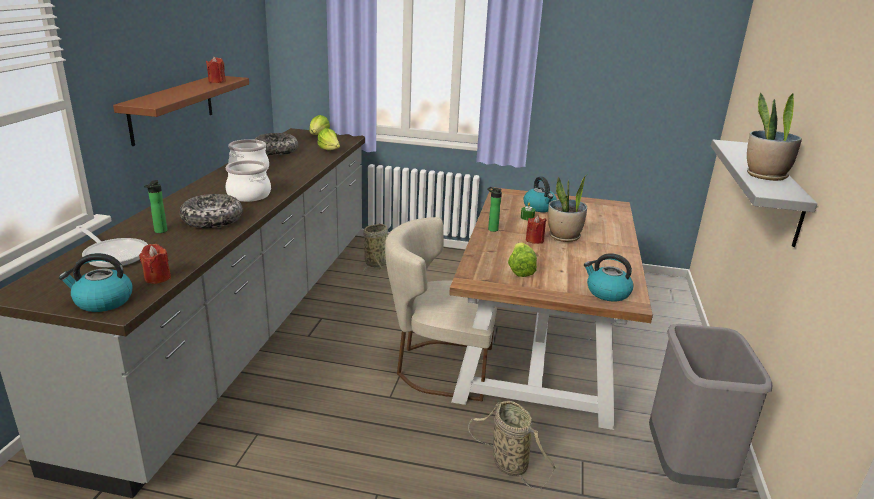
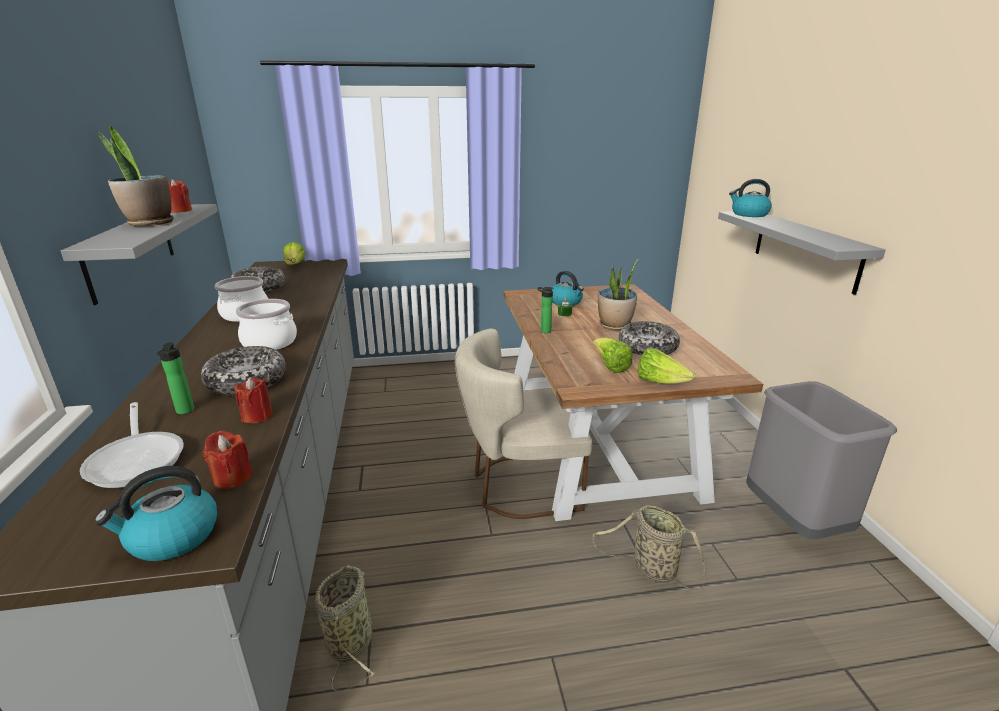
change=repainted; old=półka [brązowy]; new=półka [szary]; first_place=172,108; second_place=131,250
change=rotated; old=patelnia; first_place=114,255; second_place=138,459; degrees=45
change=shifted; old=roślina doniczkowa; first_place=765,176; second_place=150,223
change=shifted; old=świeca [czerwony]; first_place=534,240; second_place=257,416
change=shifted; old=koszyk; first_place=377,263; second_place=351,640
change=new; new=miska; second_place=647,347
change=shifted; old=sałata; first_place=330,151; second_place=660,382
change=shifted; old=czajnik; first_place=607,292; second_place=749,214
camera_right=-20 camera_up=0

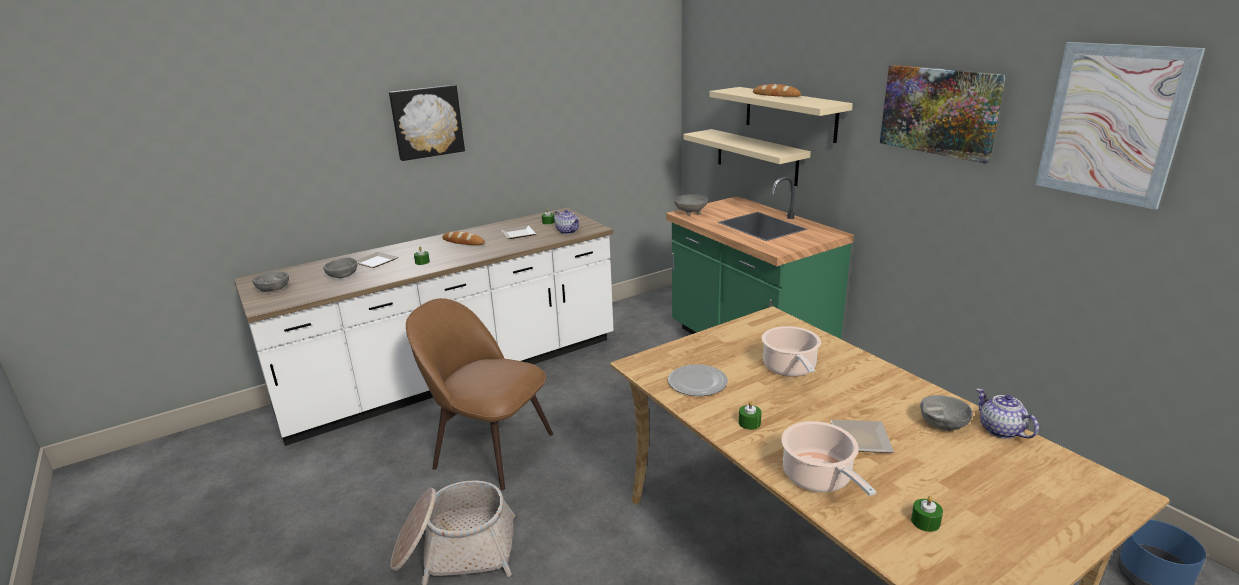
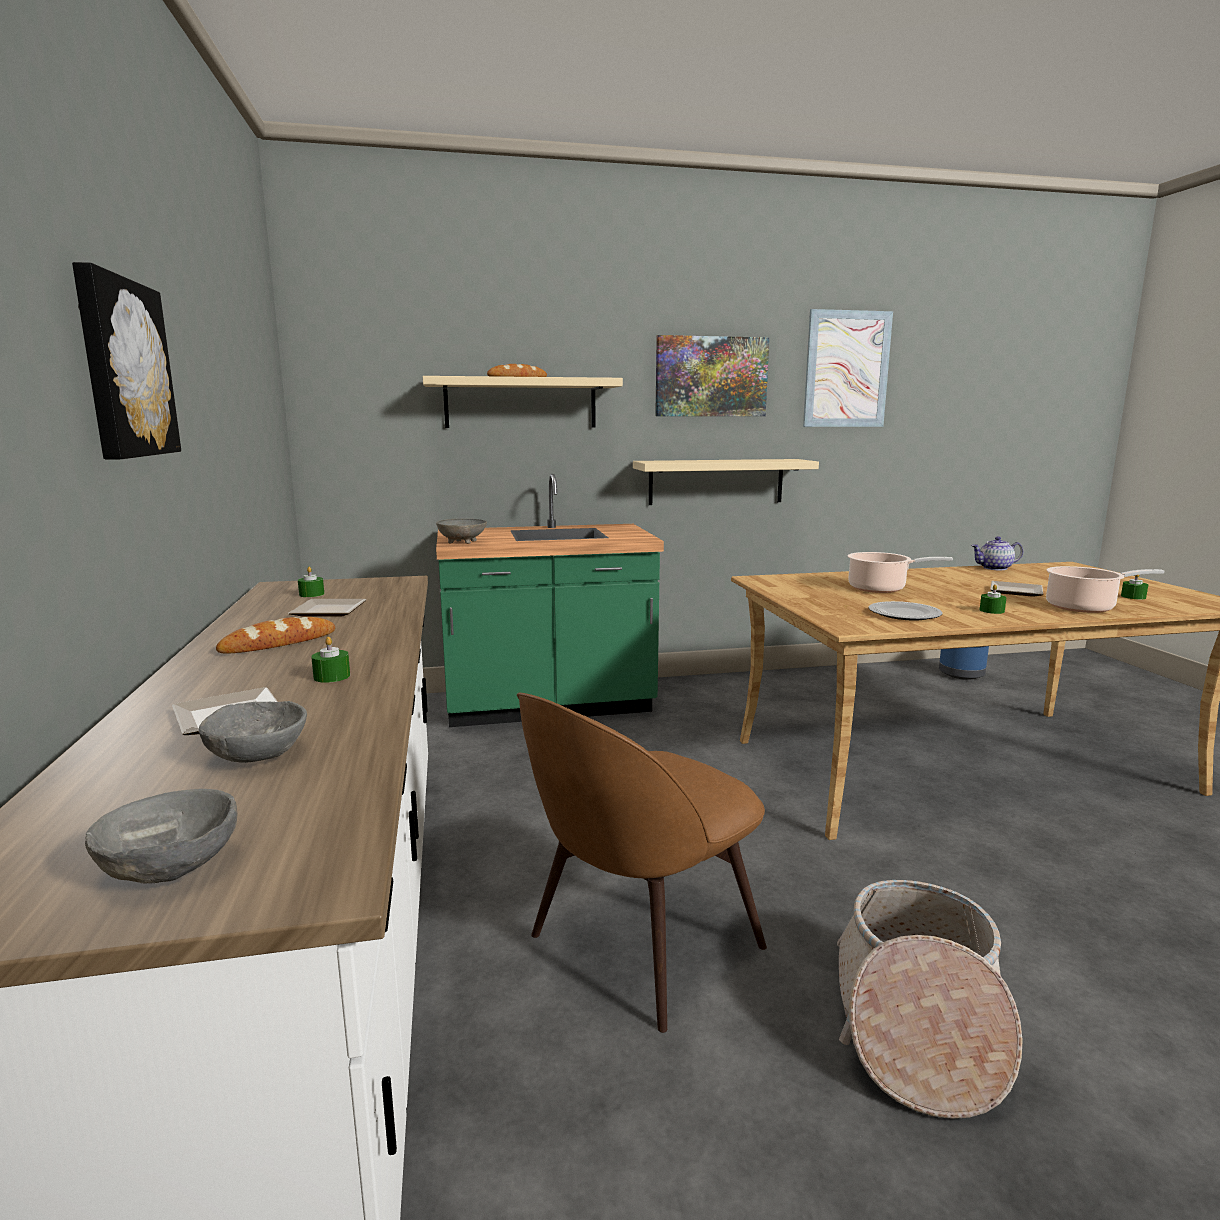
change=shifted; old=półka [beżowy]; first_place=756,156; second_place=716,481
change=gone; old=imbryk; first_place=568,231
change=gone; old=miska [szary]; first_place=943,424
camera_right=-70 camera_up=-10

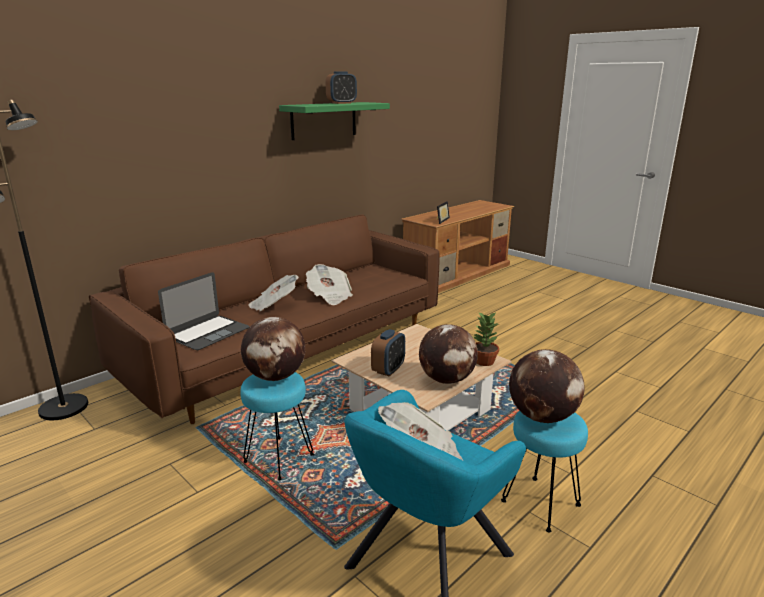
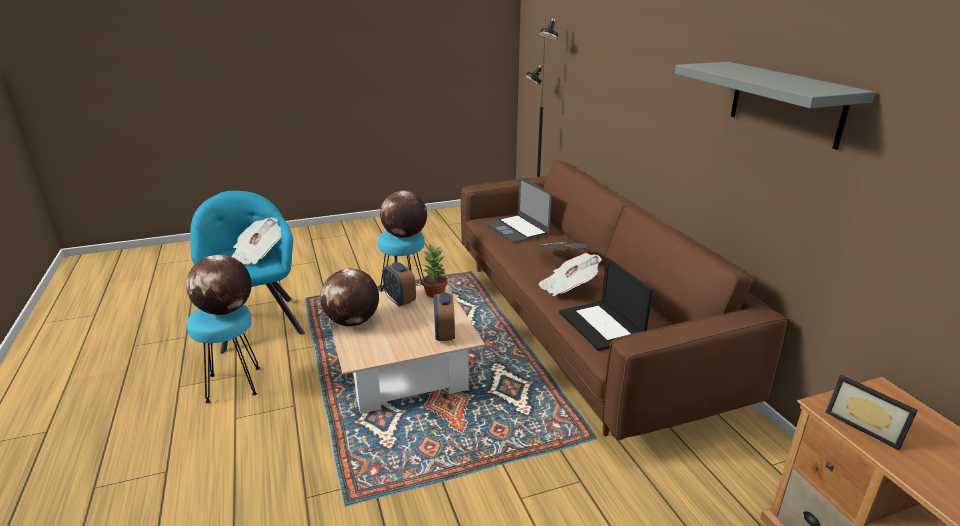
change=shifted; old=roślina doniczkowa; first_place=483,361; second_place=435,293
change=shifted; old=budzik; first_place=341,103; second_place=444,334
change=new; new=laptop; second_place=602,325
change=repainted; old=półka [zielony]; new=półka [szary]; first_place=324,120; second_place=786,103
camera_right=115 camera_up=5

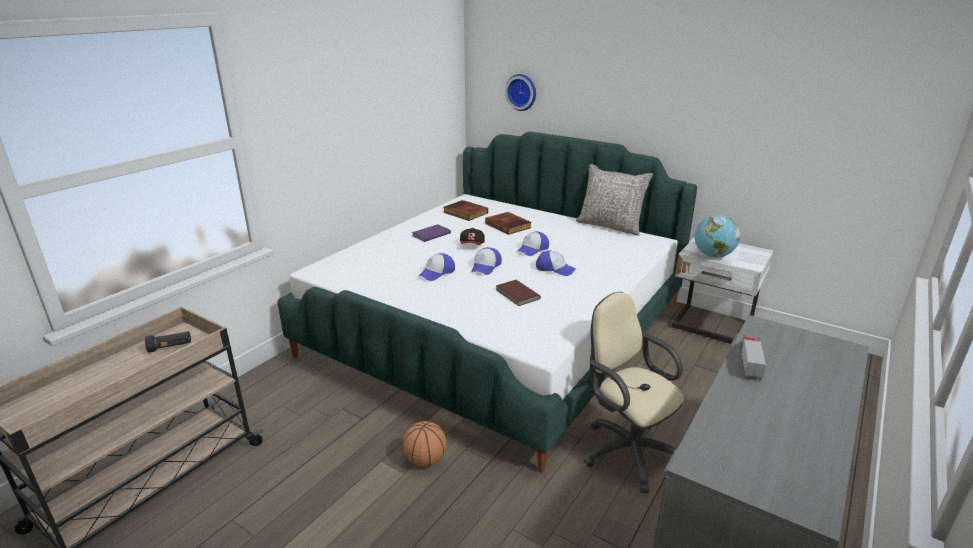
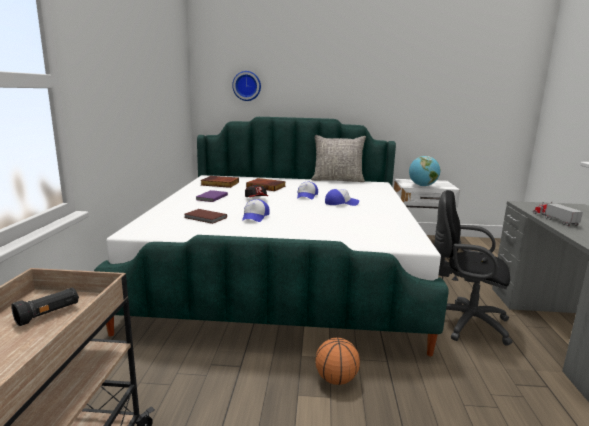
change=shifted; old=książka [brązowy]; first_place=517,294; second_place=205,218
change=repainted; old=krzesło biurowe [beżowy]; new=krzesło biurowe [czarny]; first_place=626,450; second_place=464,322
change=gone; old=czapka z daszkiem; first_place=486,267
camera_right=-30 camera_up=-10

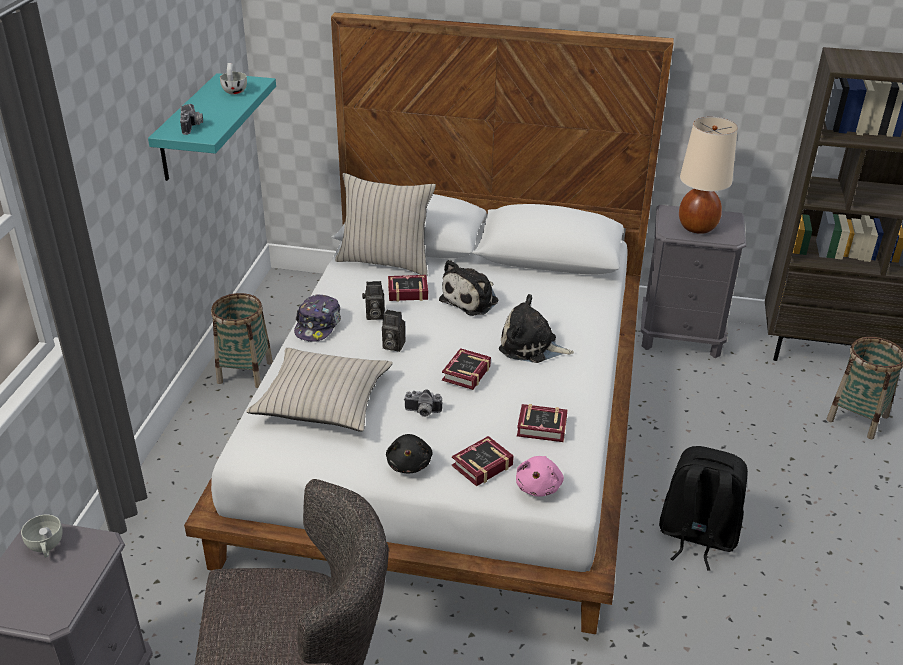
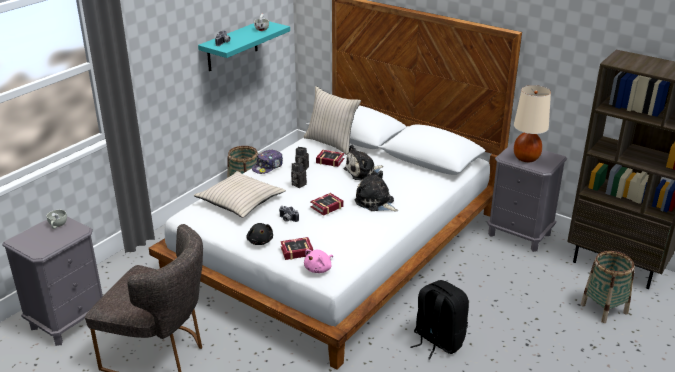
change=rotated; old=pluszak [czarny]; first_place=409,464; second_place=260,241; degrees=-45
change=gone; old=książka; first_place=544,428
camera_right=25 camera_up=-5

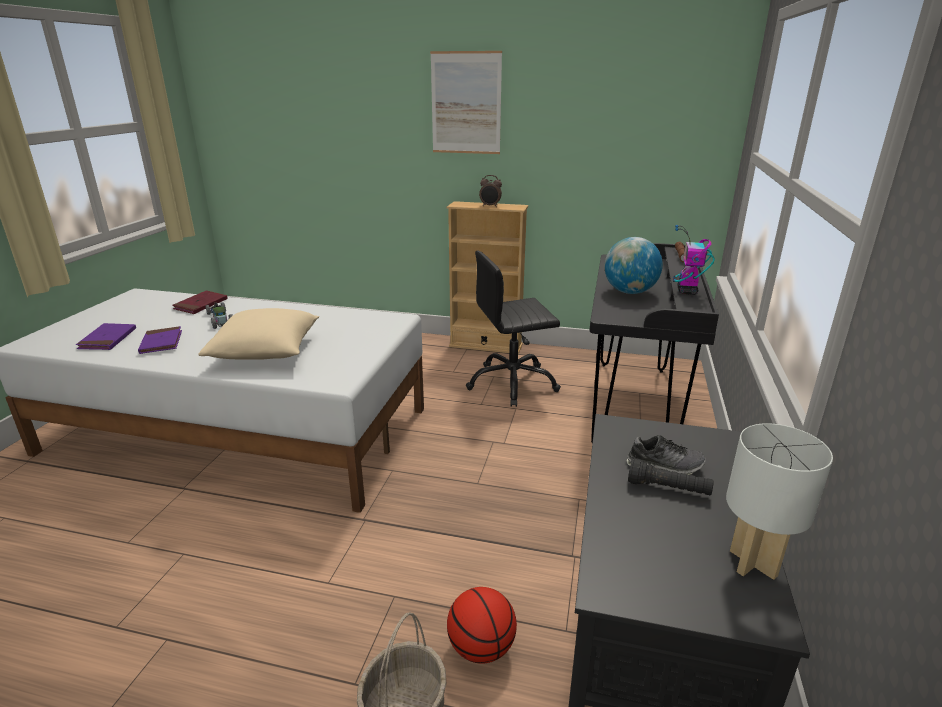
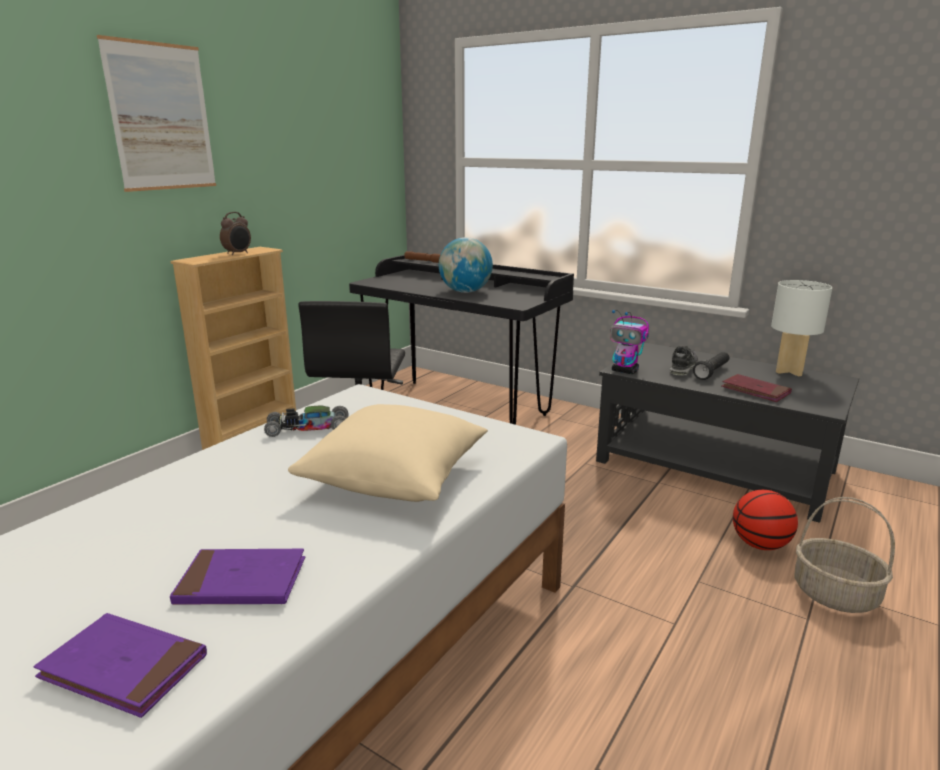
change=shifted; old=samochodzik; first_place=220,319; second_place=308,429
change=shifted; old=robot zabawkowy; first_place=687,291; second_place=625,371
change=shifted; old=książka [czerwony]; first_place=201,305; second_place=755,391
camera_right=-70 camera_up=-5

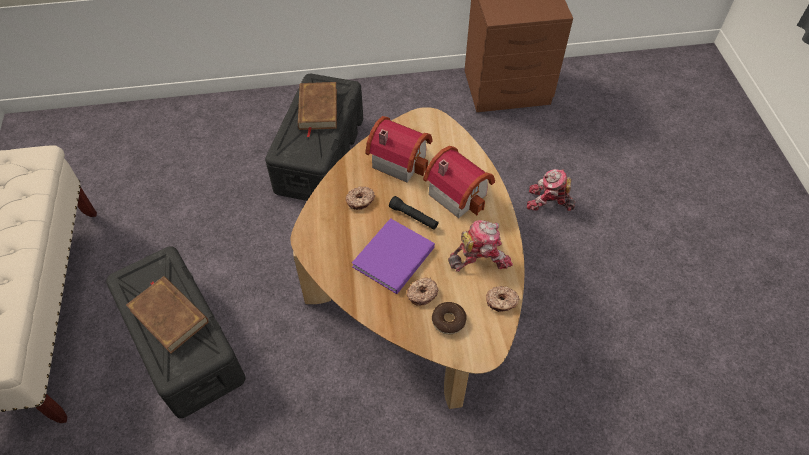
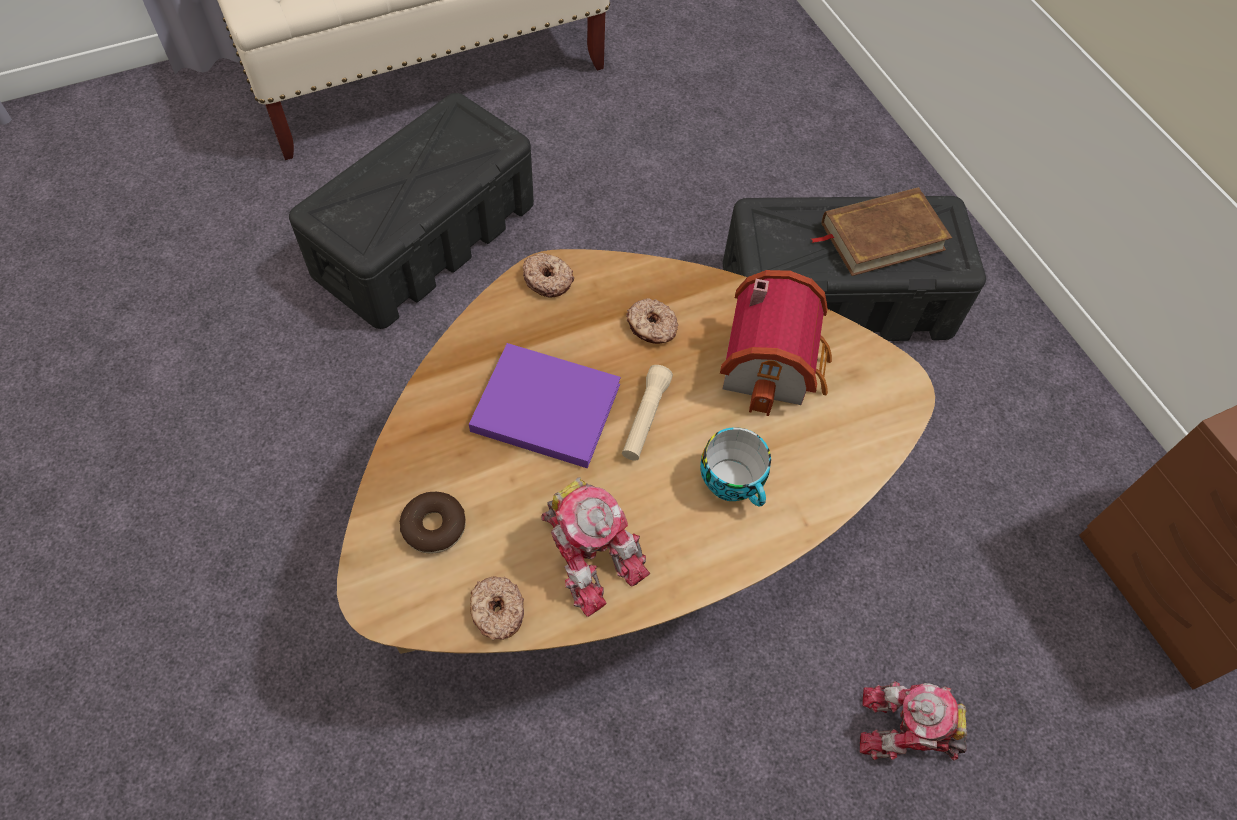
change=shifted; old=donut; first_place=422,293; second_place=548,279
change=repainted; old=latarka [czarny]; new=latarka [beżowy]; first_place=413,217; second_place=645,419
change=swapped; old=domek; new=filiżanka; first_place=459,192; second_place=734,482
change=rotated; old=robot zabawkowy; first_place=548,202; second_place=907,732; degrees=-75
change=gone; old=książka [brązowy]; first_place=169,315
camera_right=70 camera_up=5

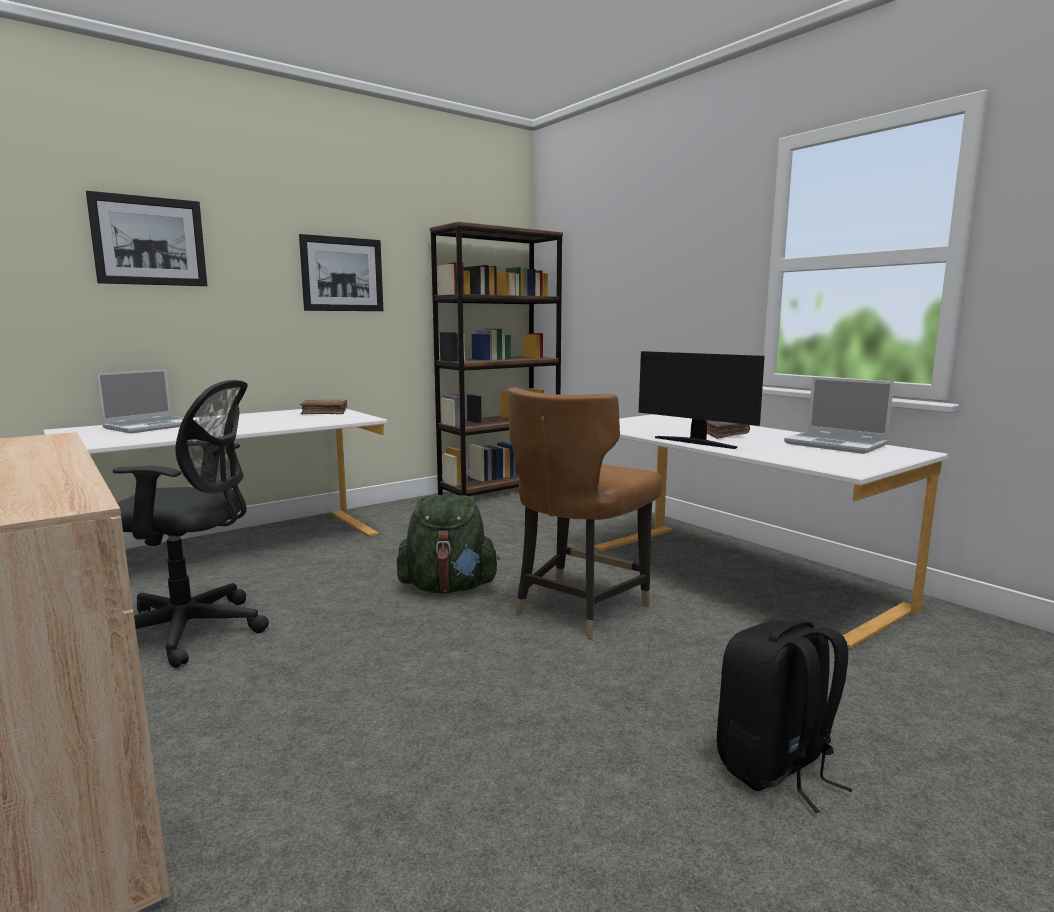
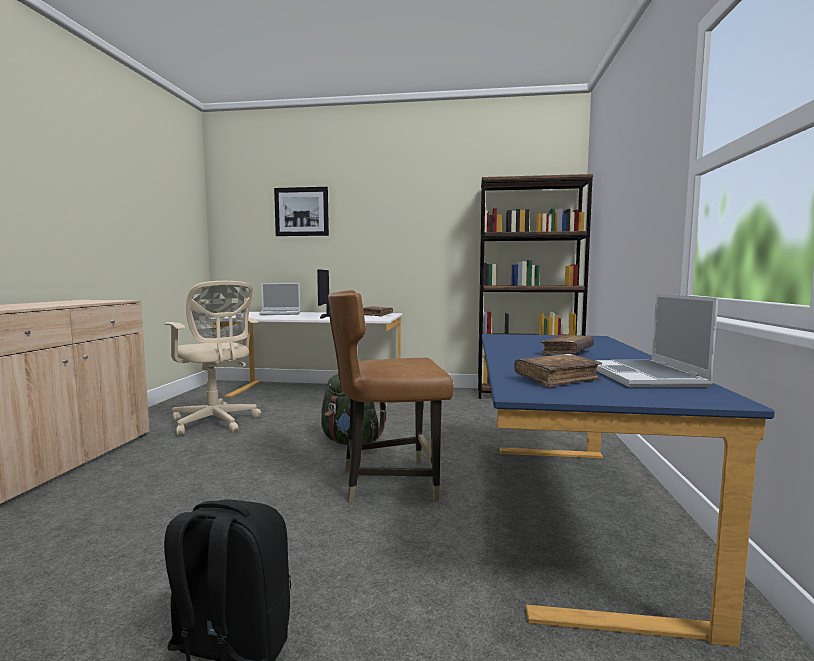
change=repainted; old=krzesło biurowe [czarny]; new=krzesło biurowe [beżowy]; first_place=192,631; second_place=216,423
change=shifted; old=monitor; first_place=695,442; second_place=326,316
change=repainted; old=biurko [biały]; new=biurko [niebieski]; first_place=729,576; second_place=565,510
change=new; new=książka [brązowy]; second_place=557,379
change=gone; old=obraz; first_place=342,274
camera_right=45 camera_up=-5

